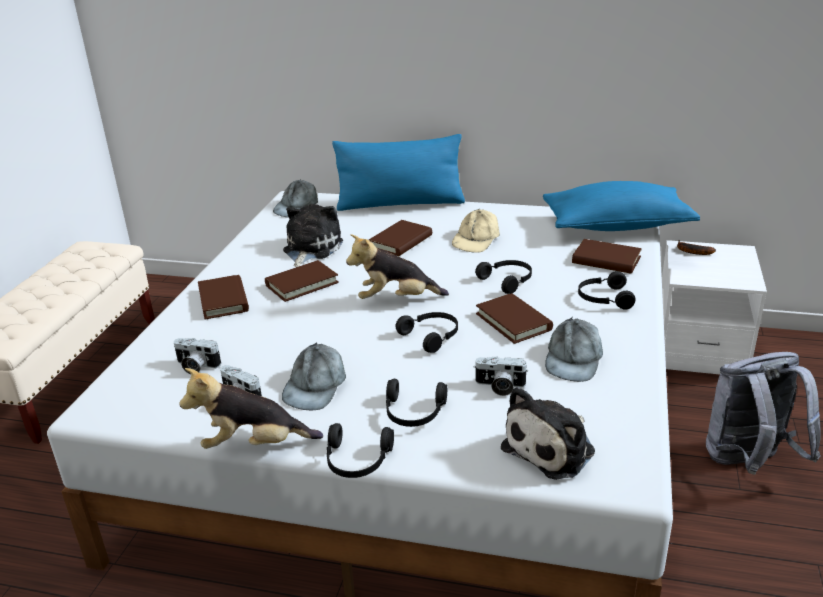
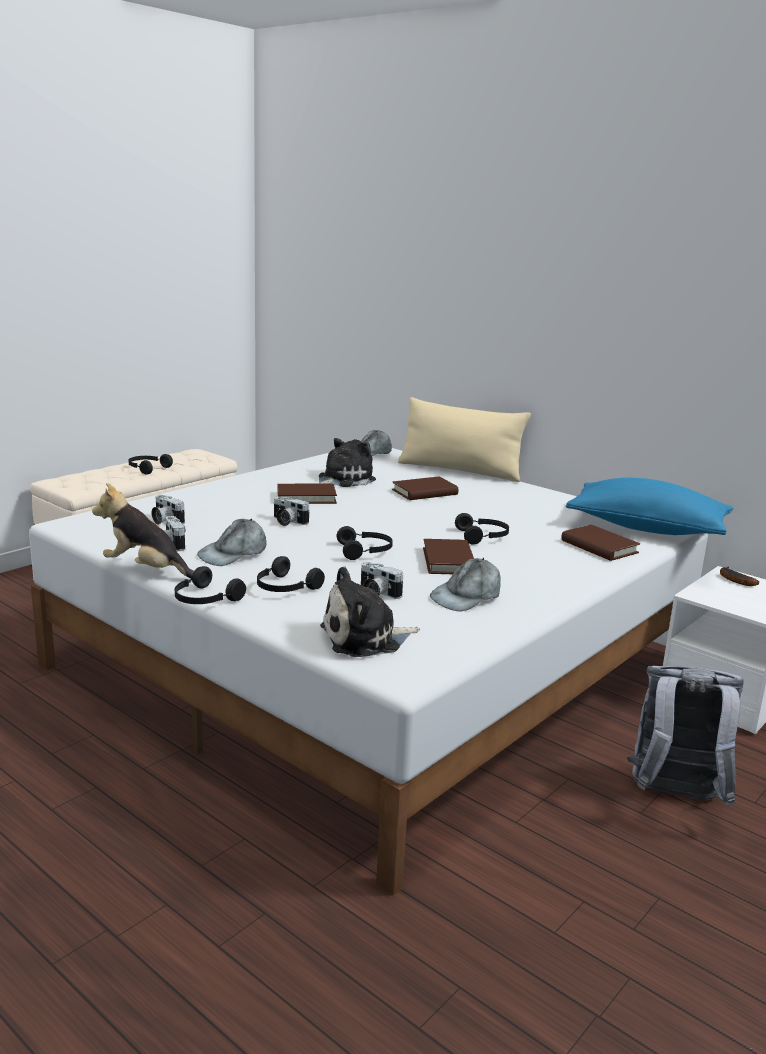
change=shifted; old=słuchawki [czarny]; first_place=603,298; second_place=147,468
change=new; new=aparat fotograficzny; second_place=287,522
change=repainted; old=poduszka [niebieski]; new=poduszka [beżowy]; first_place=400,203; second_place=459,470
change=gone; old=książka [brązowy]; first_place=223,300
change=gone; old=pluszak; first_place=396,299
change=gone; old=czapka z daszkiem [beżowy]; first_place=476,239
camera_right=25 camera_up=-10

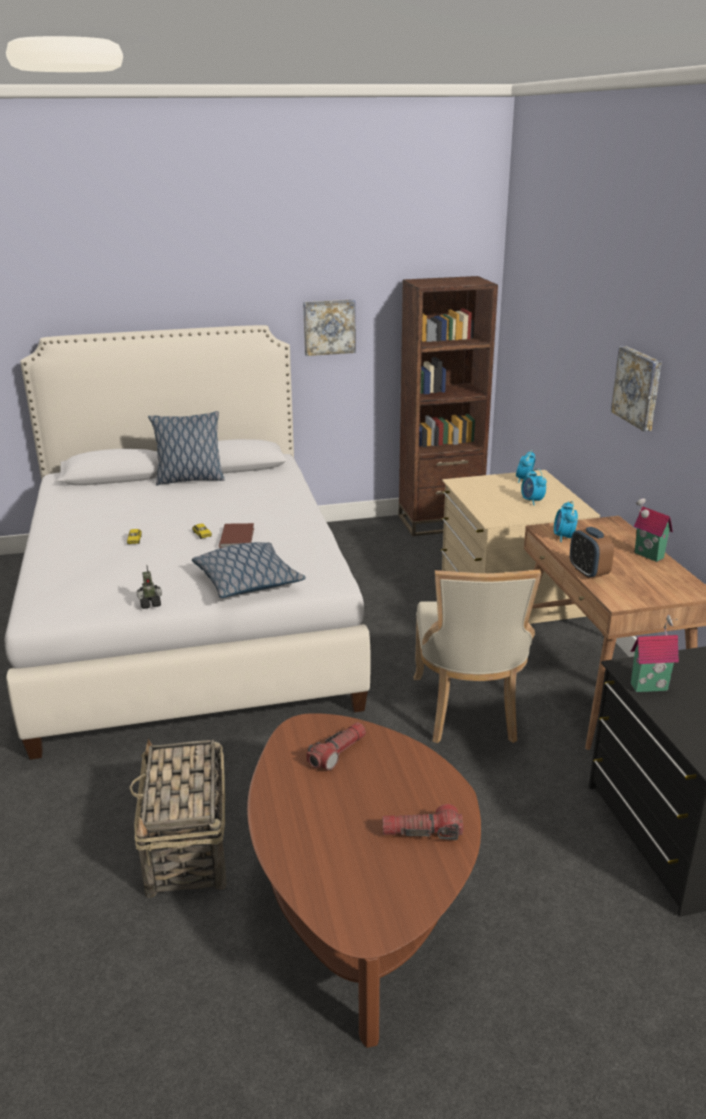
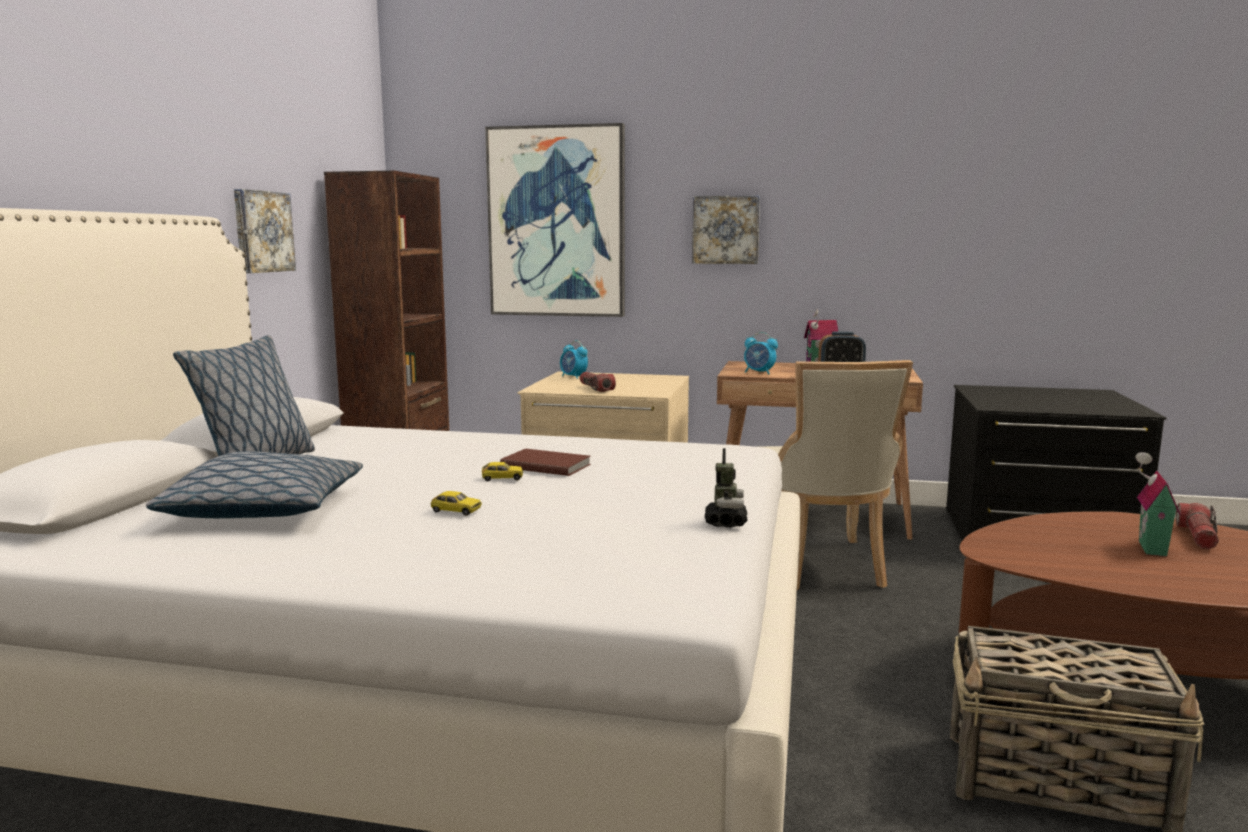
change=shifted; old=poduszka; first_place=248,582; second_place=266,509
change=new; new=obraz; second_place=557,222
change=shifted; old=latarka; first_place=337,753; second_place=595,388
change=rotated; old=krzesło [beżowy]; first_place=468,711; second_place=820,567; degrees=60
change=shifted; old=domek; first_place=648,685; second_place=1148,548
change=gone; old=budzik; first_place=532,501
camera_right=-65 camera_up=-15

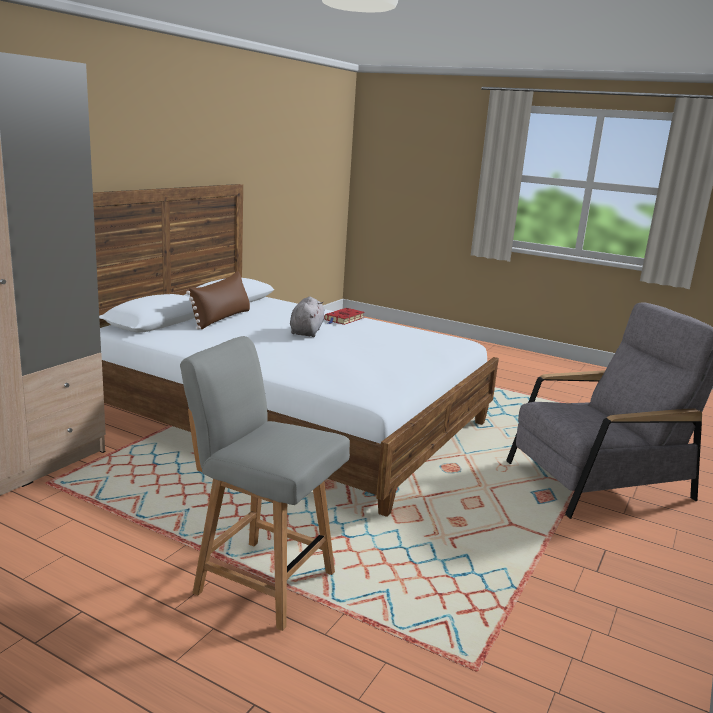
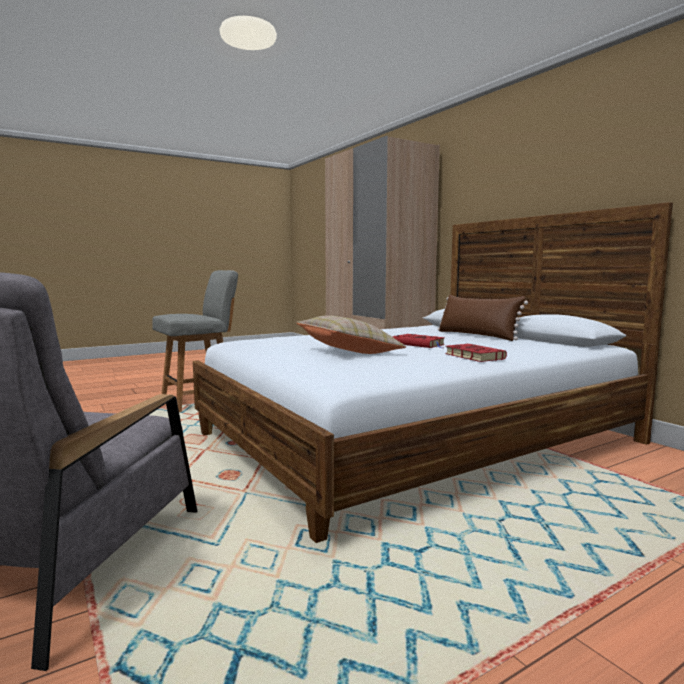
change=new; new=poduszka [beżowy]; second_place=349,352
change=swapped; old=pluszak [szary]; new=książka [czerwony]; first_place=306,332; second_place=419,344
camera_right=120 camera_up=-10

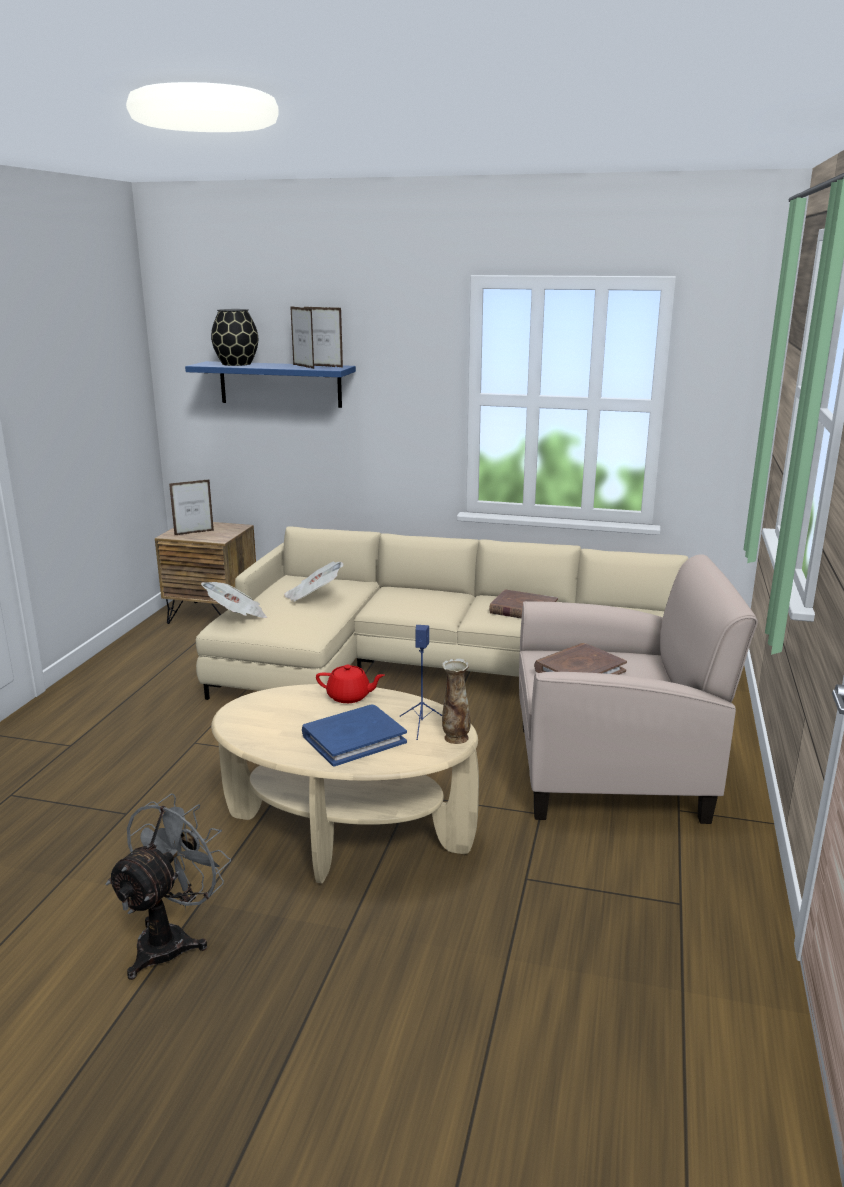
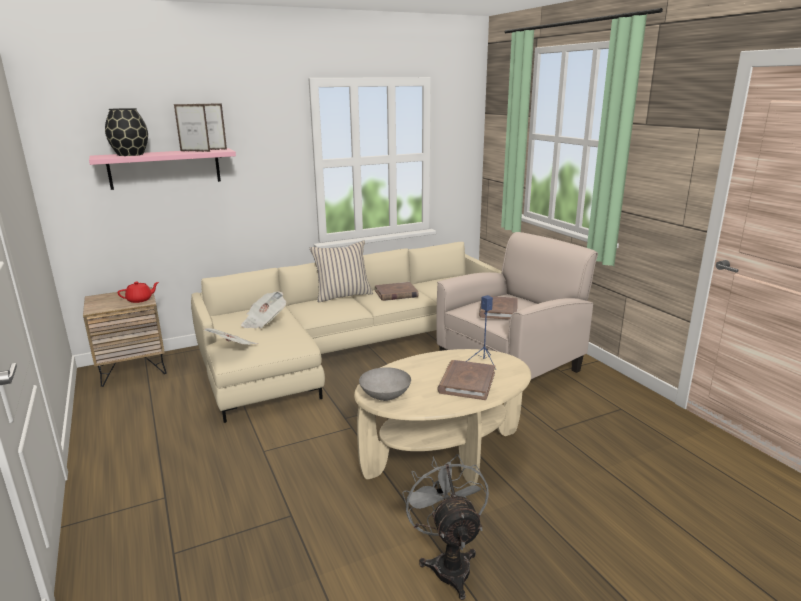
change=repainted; old=półka [niebieski]; new=półka [różowy]; first_place=280,384; second_place=165,168
change=shifted; old=imbryk [czerwony]; first_place=349,697; second_place=140,300
change=new; new=poduszka [beżowy]; second_place=342,295
change=new; new=miska [szary]; second_place=384,396
change=repainted; old=książka [niebieski]; new=książka [brązowy]; first_place=354,739; second_place=466,382
change=gone; old=ramka na zdjęcie; first_place=194,533
change=gone; old=wazon; first_place=455,738
camera_right=-40 camera_up=0

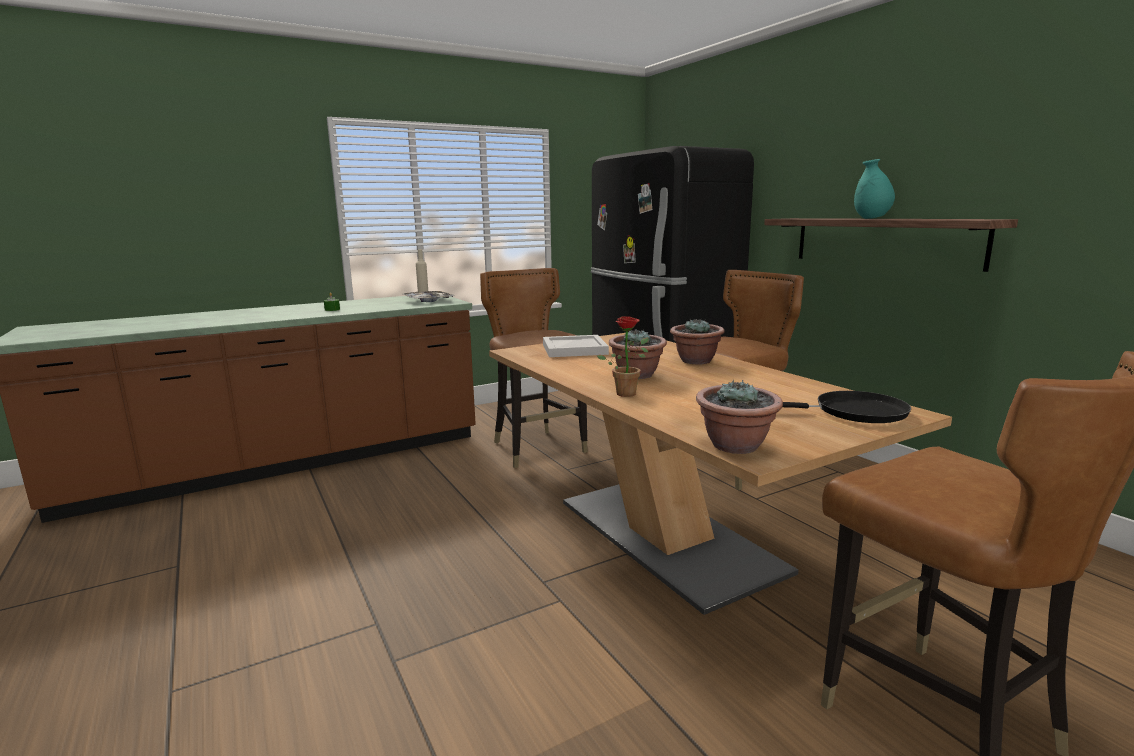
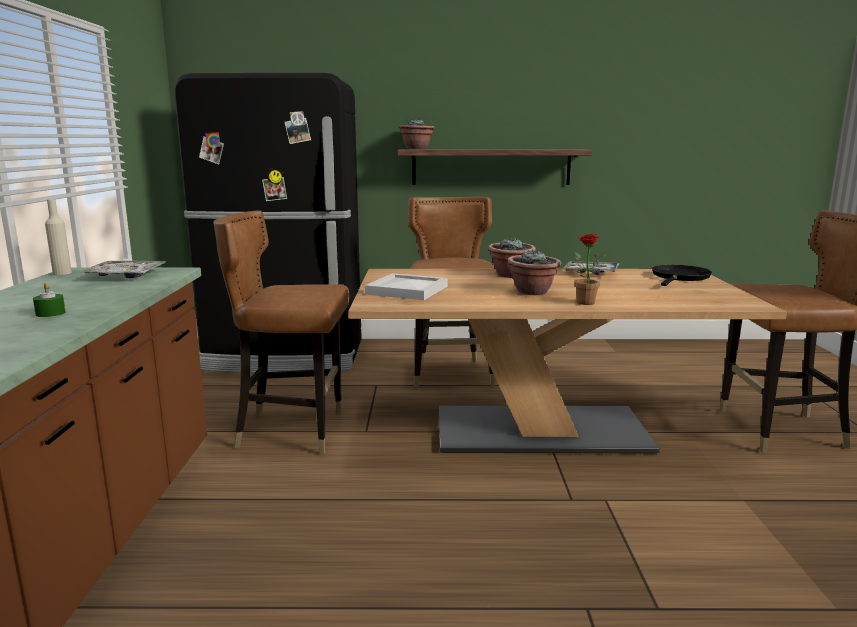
change=shifted; old=roślina doniczkowa; first_place=736,446; second_place=417,149
change=new; new=taca; second_place=591,273
change=gone; old=wazon [turkusowy]; first_place=871,218
camera_right=-60 camera_up=0

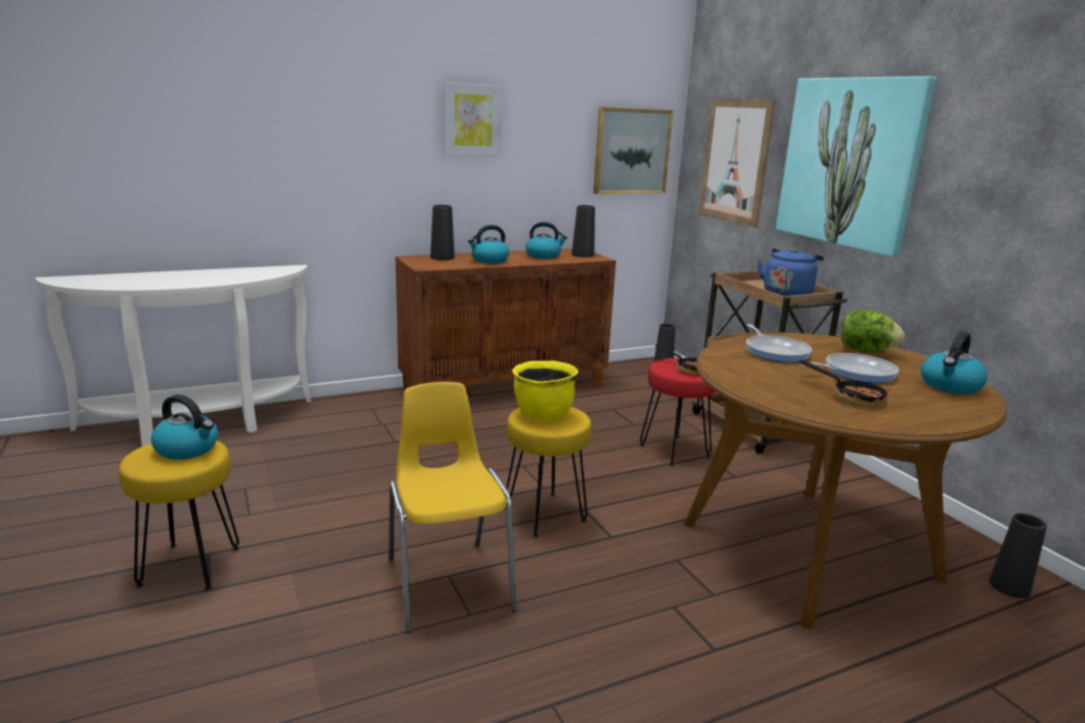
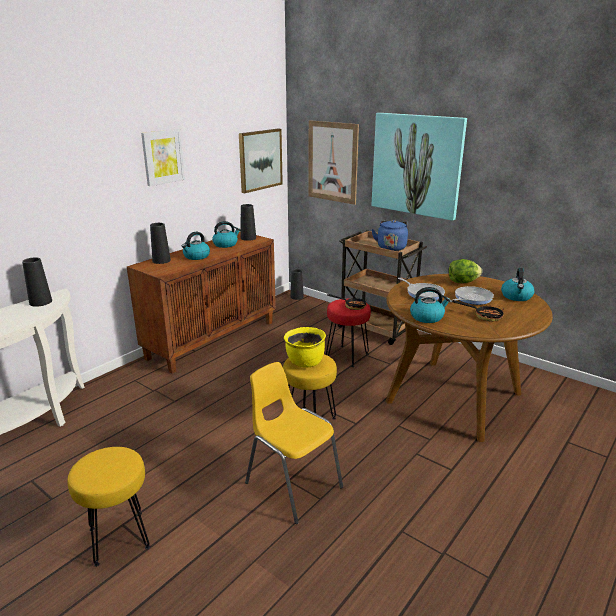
change=shifted; old=wazon [czarny]; first_place=1009,586; second_place=40,302
change=shifted; old=czajnik; first_place=188,449; second_place=427,317
camera_right=-25 camera_up=5

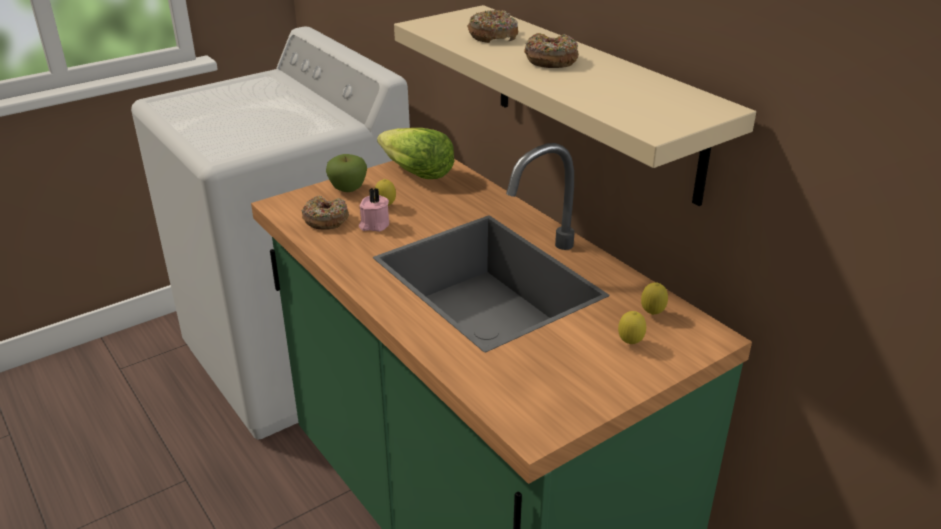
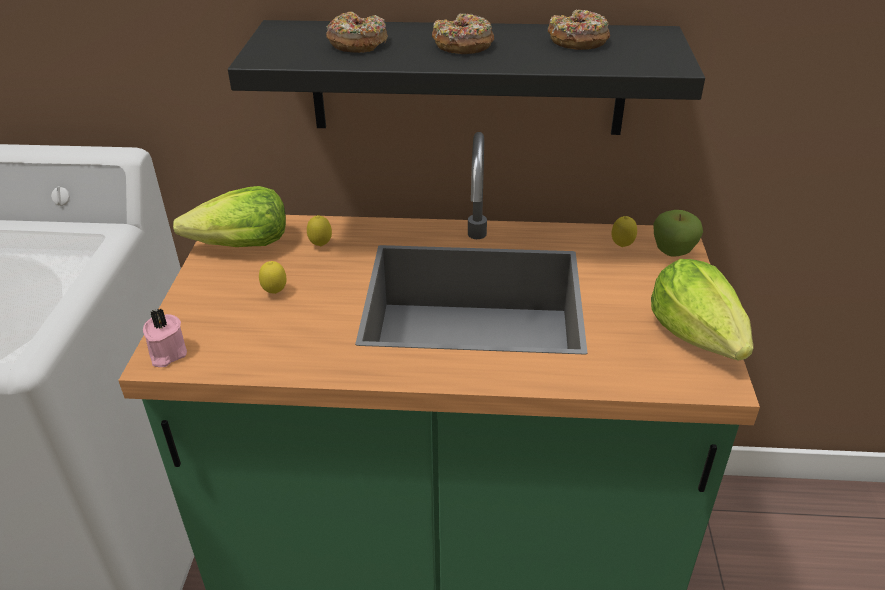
change=shifted; old=świeca [różowy]; first_place=374,225; second_place=166,354
change=repainted; old=półka [beżowy]; new=półka [czarny]; first_place=595,101; second_place=467,78
change=shifted; old=cytryna; first_place=630,343; second_place=321,245
change=shifted; old=donut; first_place=325,220; second_place=578,41
change=new; new=sałata; second_place=698,335
change=shifted; old=jabłko; first_place=348,189; second_place=673,252
camera_right=-50 camera_up=5

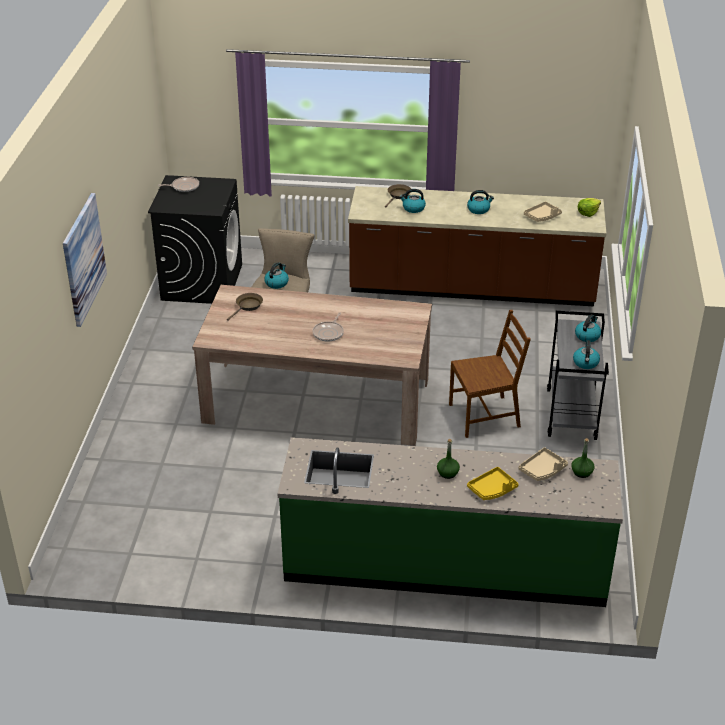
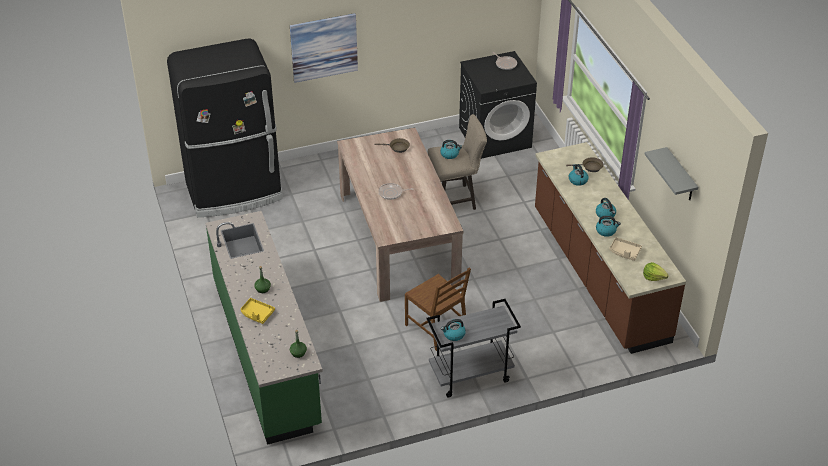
change=new; new=lodówka [czarny]; second_place=234,192
change=shifted; old=czajnik; first_place=587,336; second_place=606,231
change=new; new=półka [szary]; second_place=680,176
change=gone; old=taca [beżowy]; first_place=542,470
camera_right=65 camera_up=5

